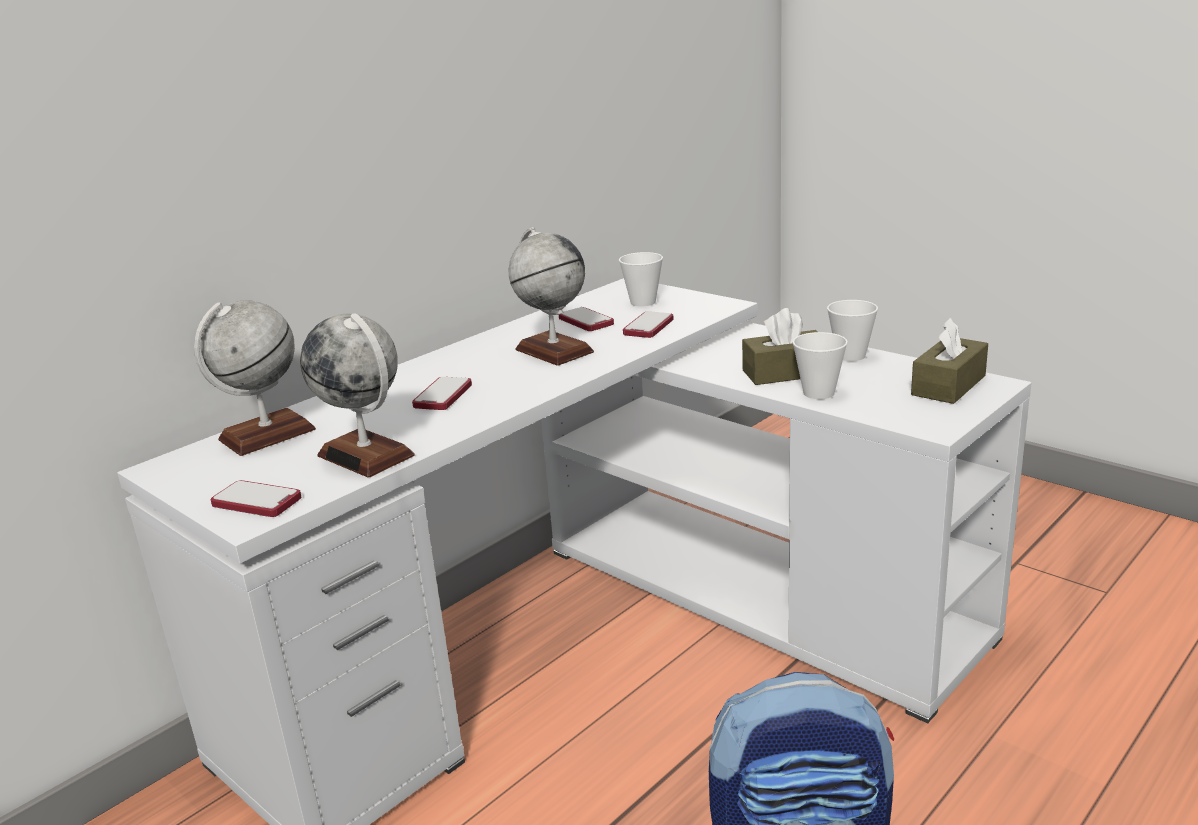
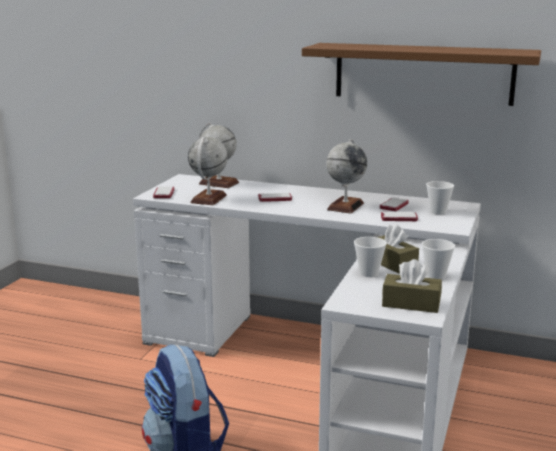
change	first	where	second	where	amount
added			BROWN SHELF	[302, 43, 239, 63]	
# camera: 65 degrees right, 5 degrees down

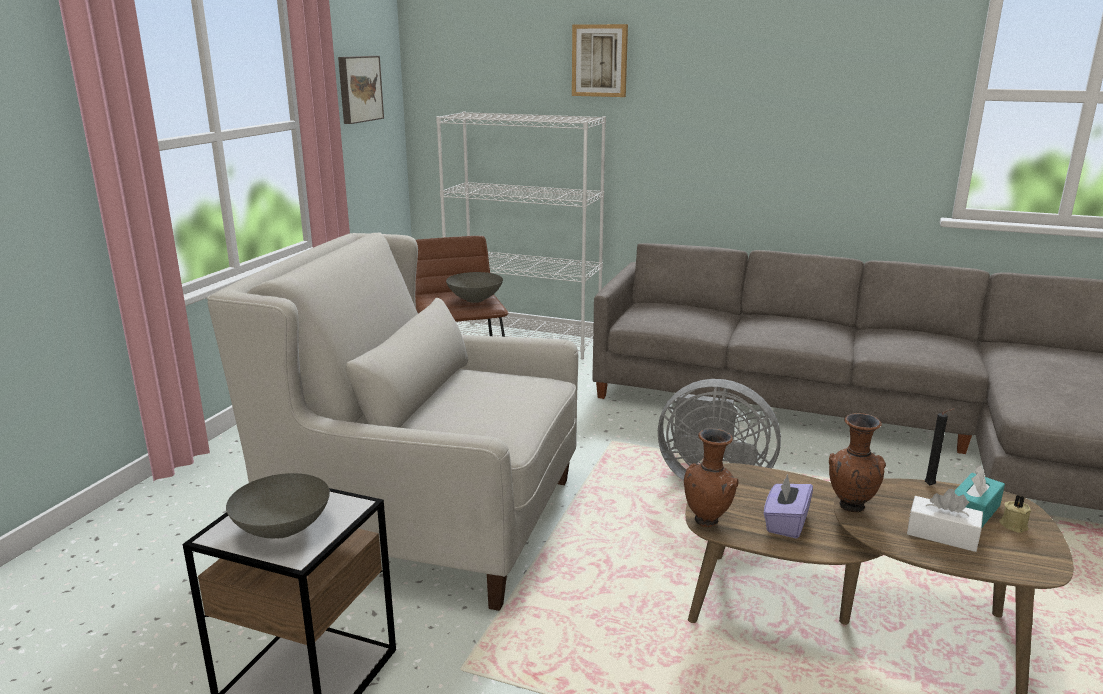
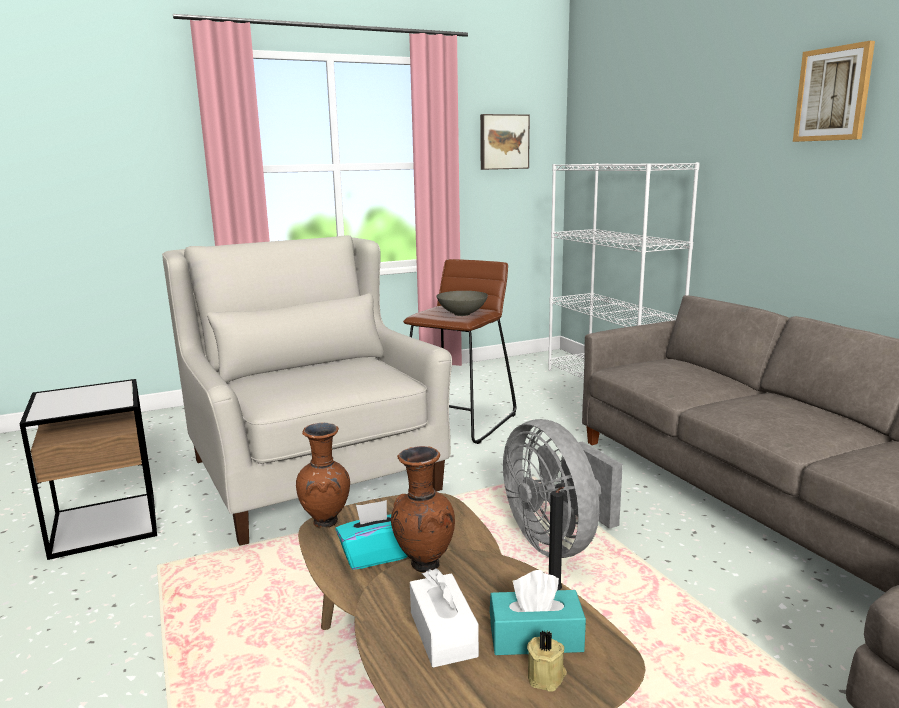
change	first	where	second	where	amount
recoloured	PURPLISH TISSUE HOLDER	[764, 474, 49, 65]	TURQUOISE-COLOURED TISSUE HOLDER	[335, 500, 72, 70]	
moved	WALL PICTURE	[572, 24, 56, 73]		[793, 41, 82, 101]	
removed	GREY SERVING BOWL	[226, 473, 104, 65]			
# camera: 45 degrees right, 5 degrees down

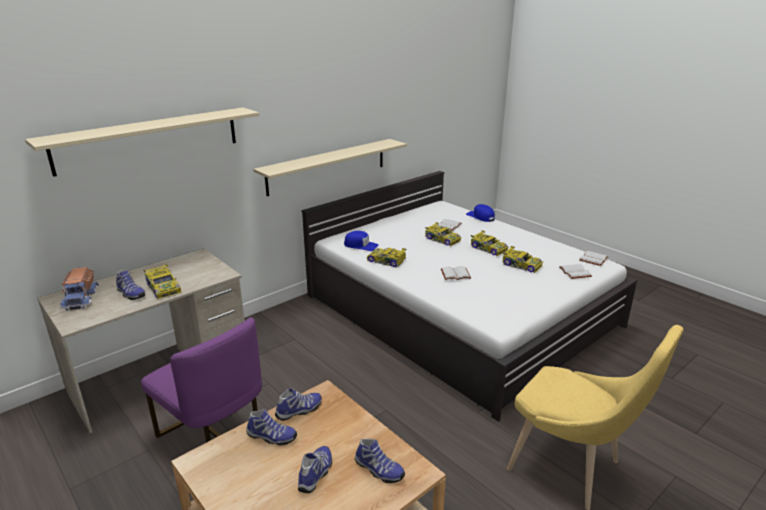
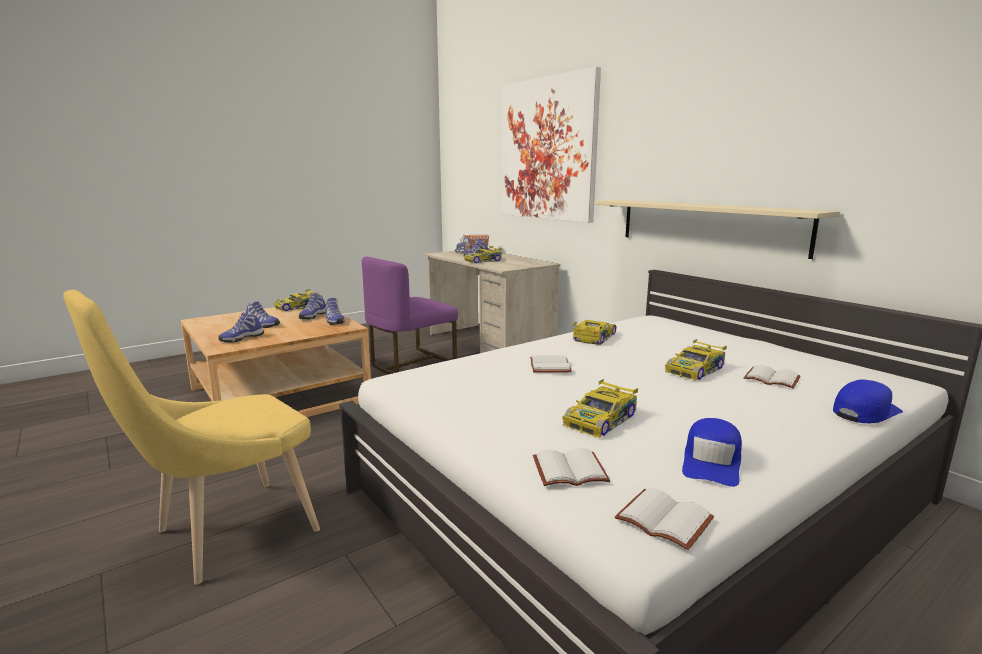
change	first	where	second	where	amount
moved	MINIATURE CAR	[471, 230, 37, 26]		[274, 289, 44, 22]	
replaced	BEIGE-COLOURED SHELF	[25, 107, 234, 70]	WALL PICTURE	[502, 67, 99, 156]	
moved	BLUISH CAP	[344, 231, 34, 20]		[682, 418, 60, 69]	
# camera: 95 degrees right, 10 degrees down

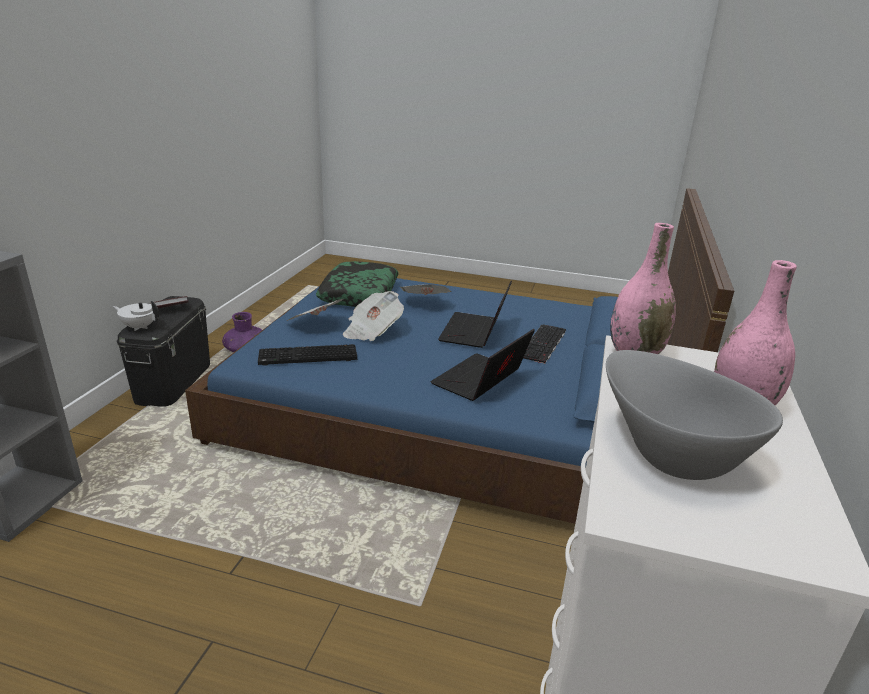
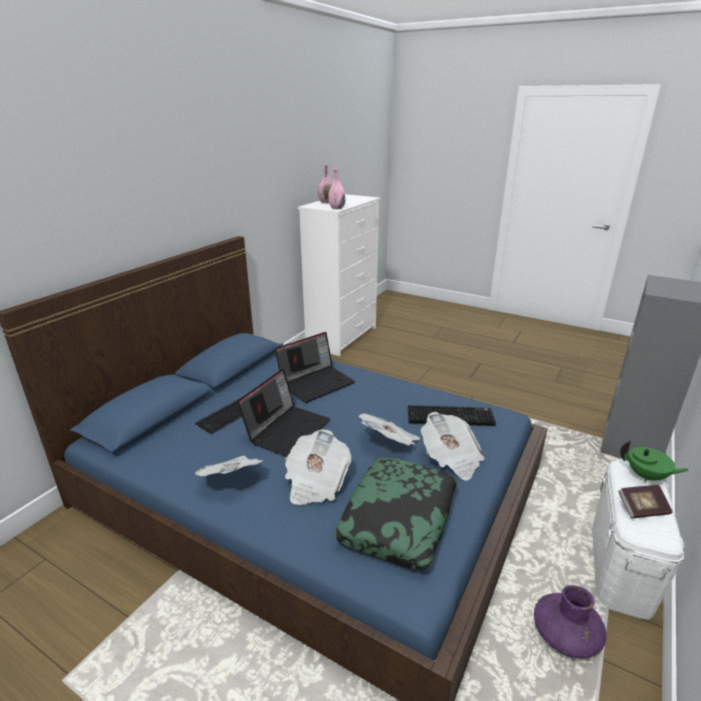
change	first	where	second	where	amount
added			DAILY PAPER	[195, 456, 69, 20]	
recoloured	BLACK-COLOURED STORAGE CONTAINER	[117, 296, 93, 110]	WHITE-COLOURED STORAGE CONTAINER	[592, 460, 93, 160]	
recoloured	WHITE-COLOURED TEA POT	[113, 301, 46, 30]	GREEN TEA POT	[620, 441, 69, 42]	
removed	GREY SERVING BOWL	[606, 350, 177, 130]			
# camera: 165 degrees left, 0 degrees up

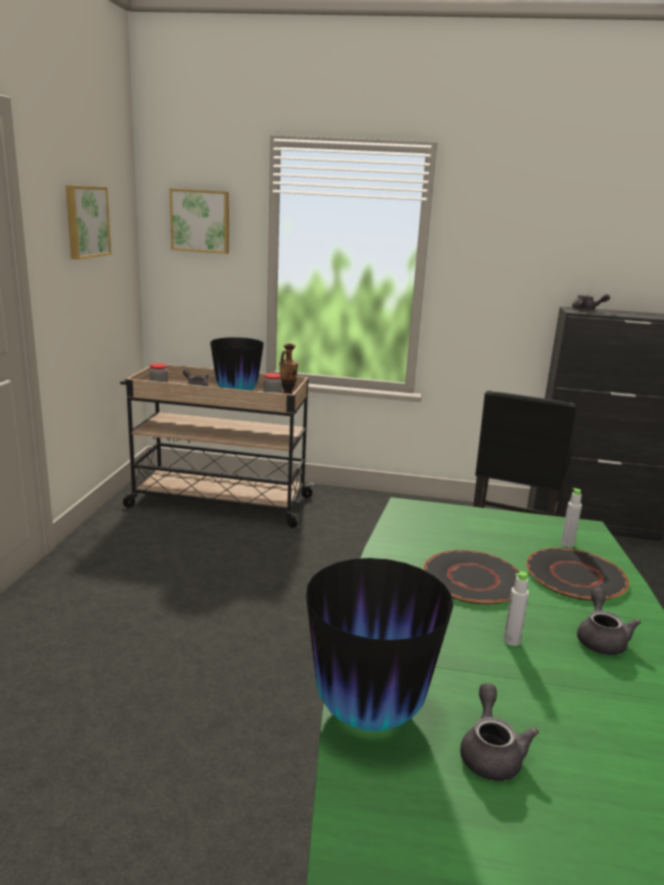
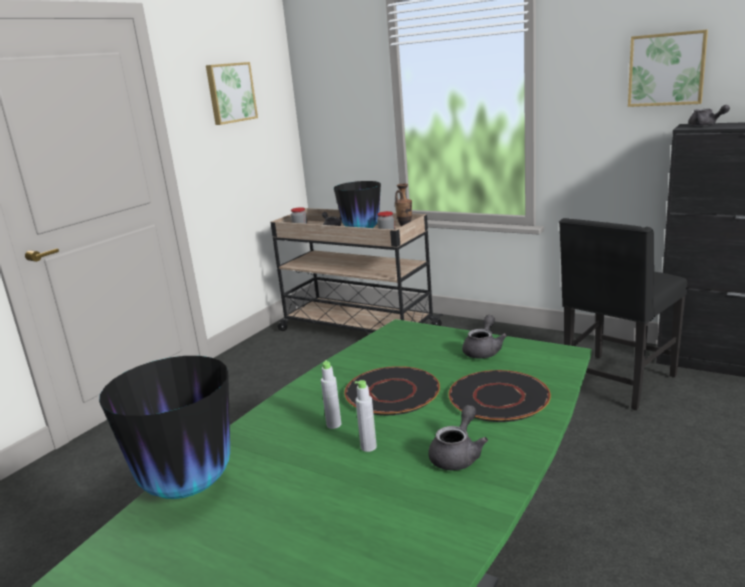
change	first	where	second	where	amount
moved	GREY BEVERAGE BOTTLE	[561, 488, 21, 59]		[321, 360, 20, 69]	
moved	GREY TEA POT	[460, 683, 79, 98]		[462, 315, 45, 44]	
moved	WALL PICTURE	[169, 188, 60, 66]		[628, 29, 80, 78]	
# camera: 25 degrees right, 0 degrees up

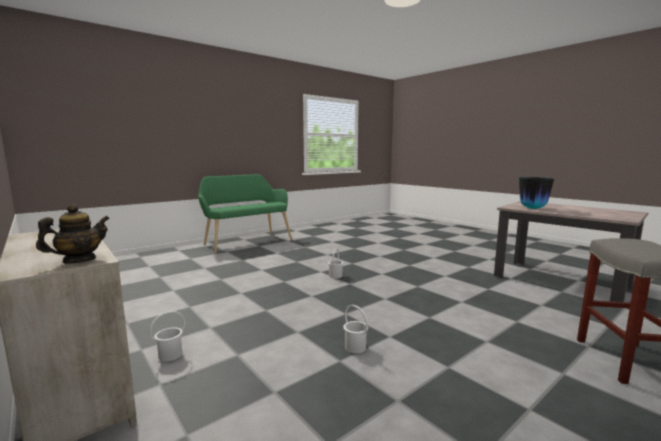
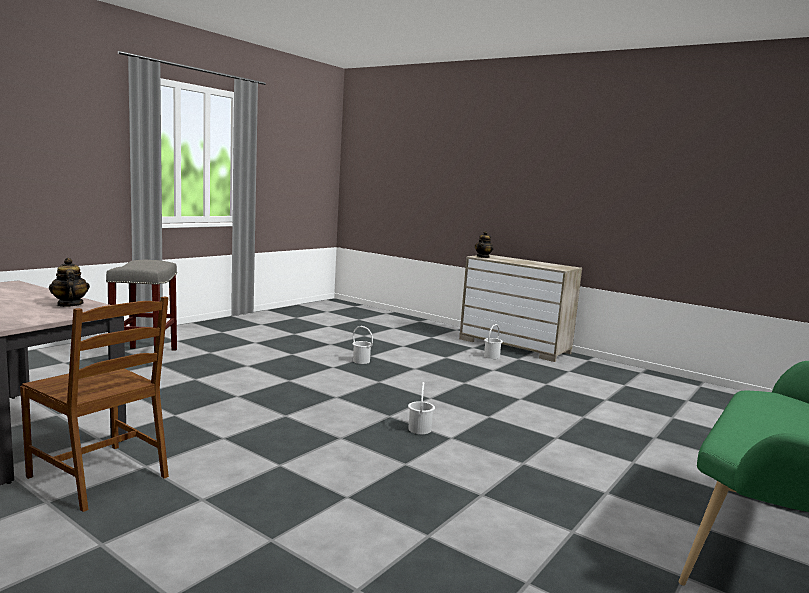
change	first	where	second	where	amount
added			BROWN PLAIN CHAIR	[20, 297, 149, 215]	
replaced	FLOWER VASE	[519, 177, 35, 32]	TEA POT	[49, 258, 41, 49]	
# camera: 165 degrees right, 0 degrees up

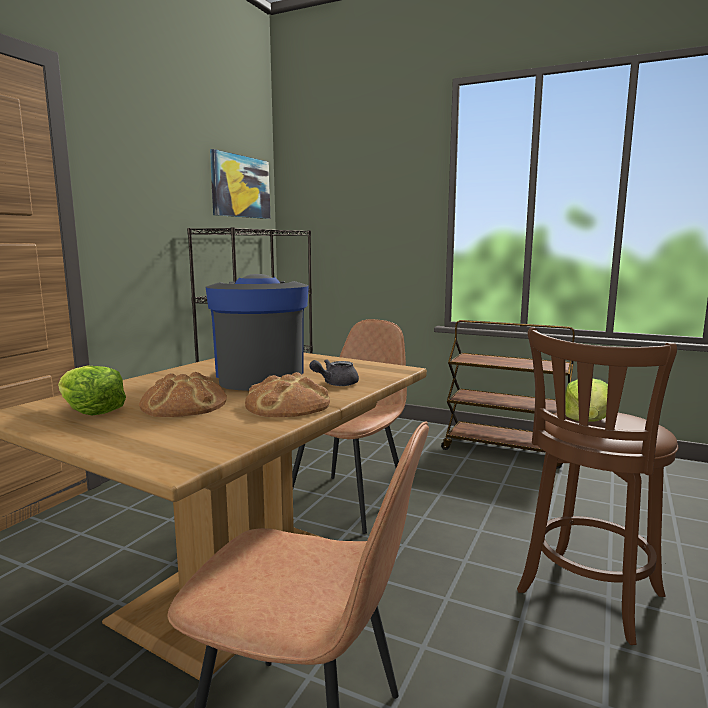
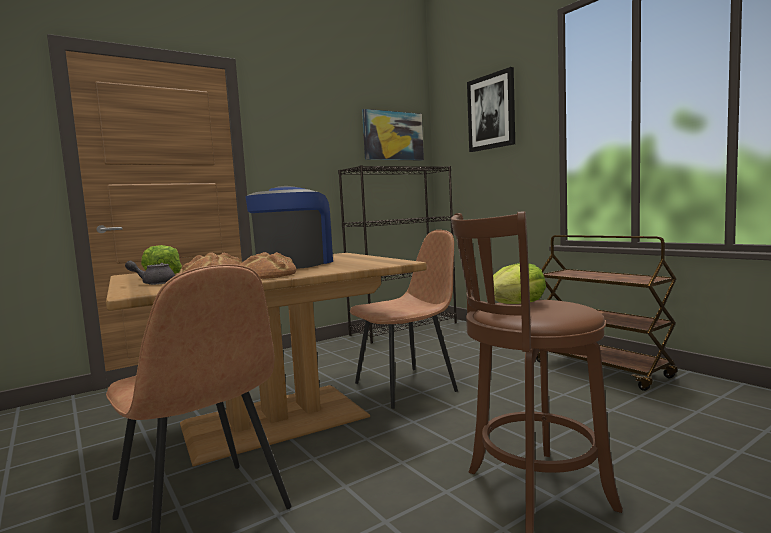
change	first	where	second	where	amount
moved	GREY TEA POT	[309, 359, 50, 27]		[125, 261, 50, 24]	
added			WALL PICTURE	[467, 67, 48, 85]	
# camera: 30 degrees right, 5 degrees down

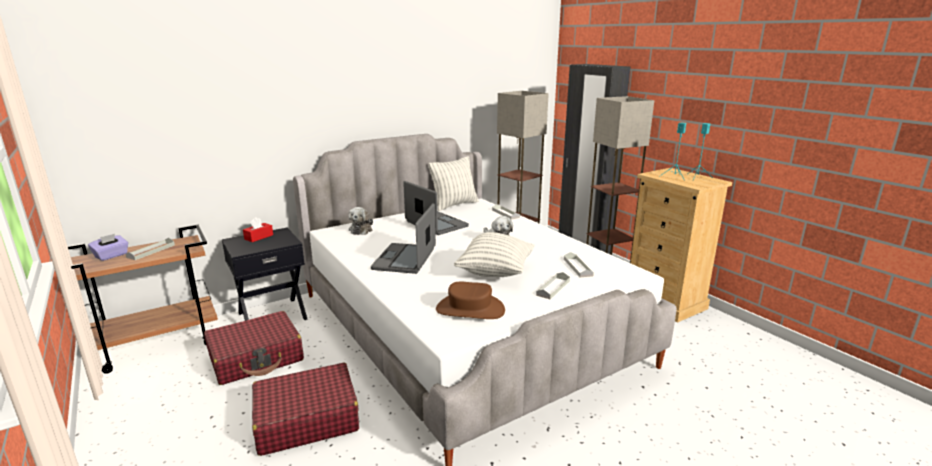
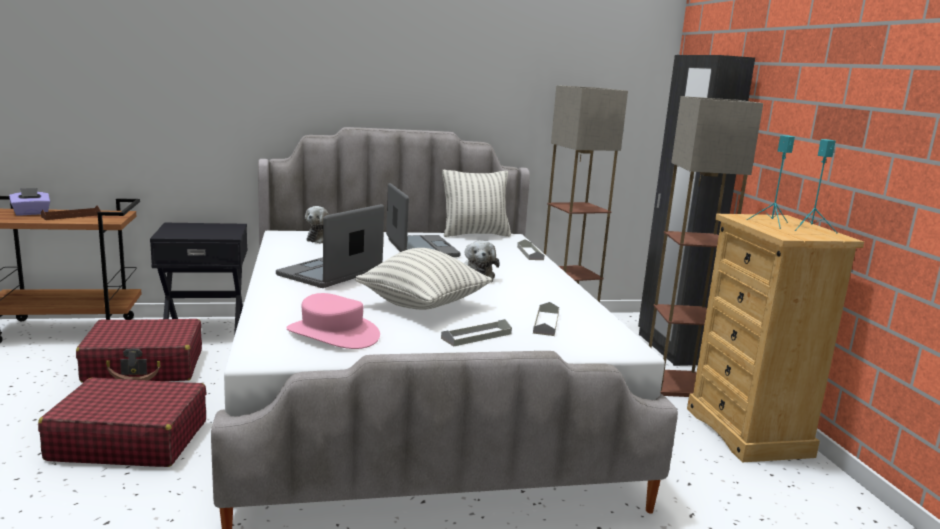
change	first	where	second	where	amount
recoloured	GREY TRAY	[125, 238, 50, 22]	BROWN TRAY	[41, 205, 60, 15]	
recoloured	BROWN HAT	[436, 282, 69, 37]	PINK HAT	[286, 293, 94, 56]	
removed	REDDISH TISSUE HOLDER	[243, 217, 30, 25]			
# camera: 20 degrees right, 5 degrees down

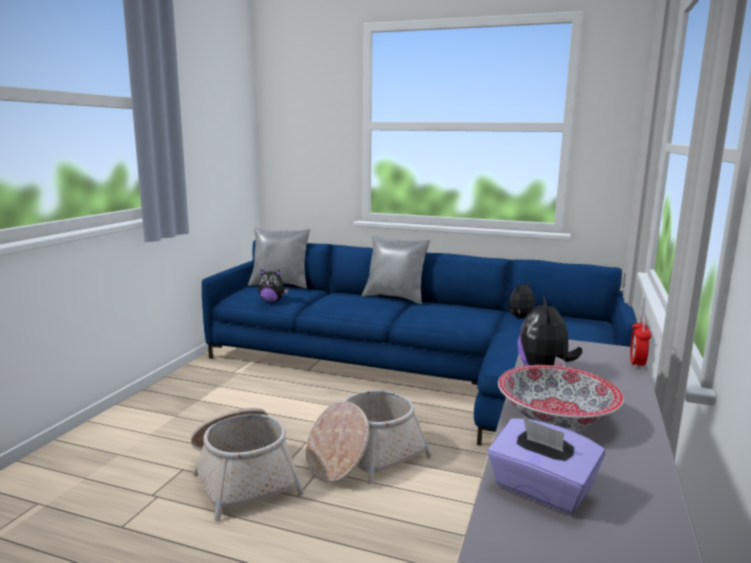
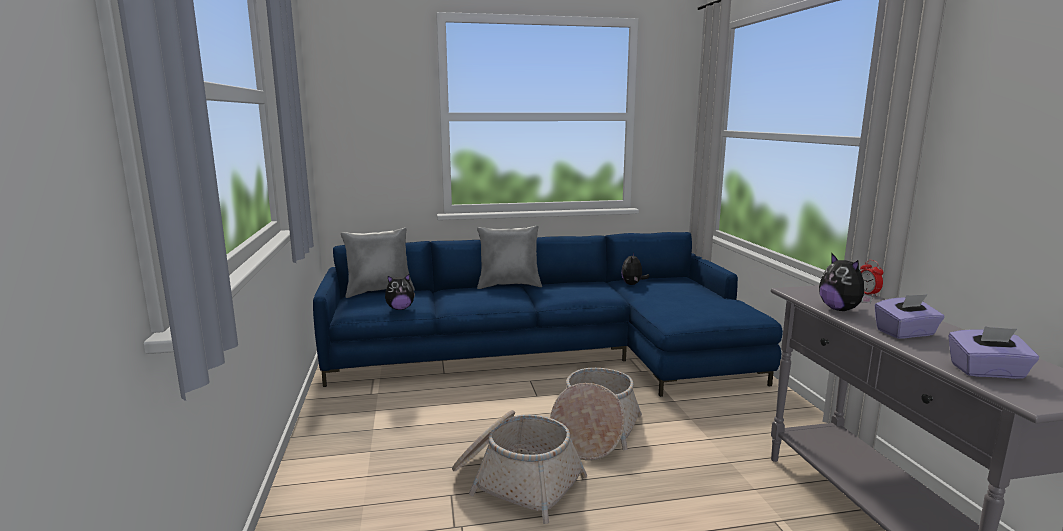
change	first	where	second	where	amount
replaced	SERVING BOWL	[498, 365, 126, 64]	PURPLISH TISSUE HOLDER	[875, 294, 70, 45]	
# camera: 30 degrees left, 0 degrees up

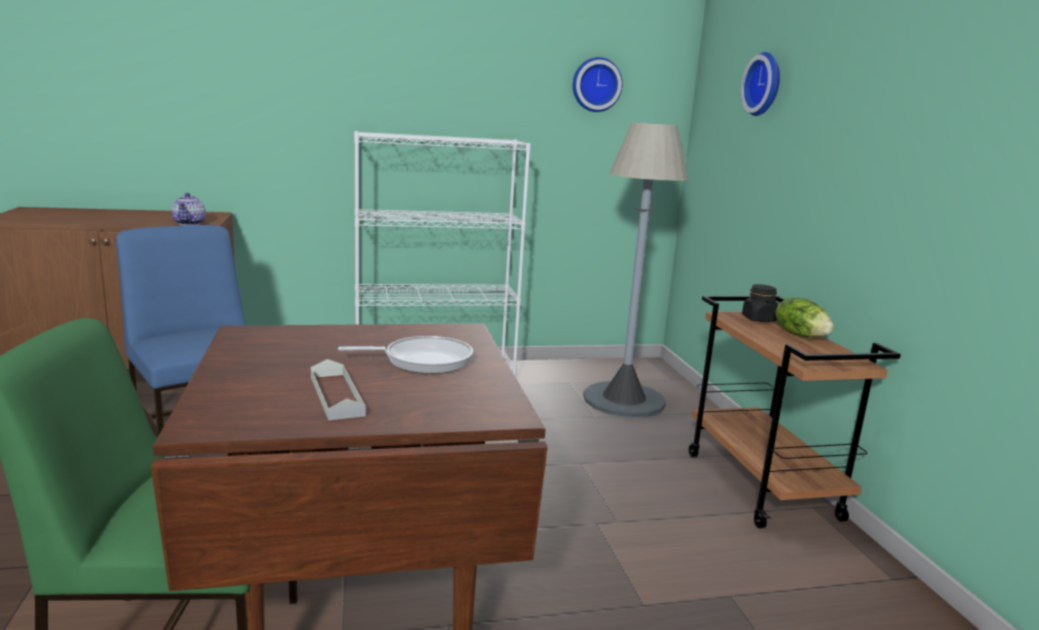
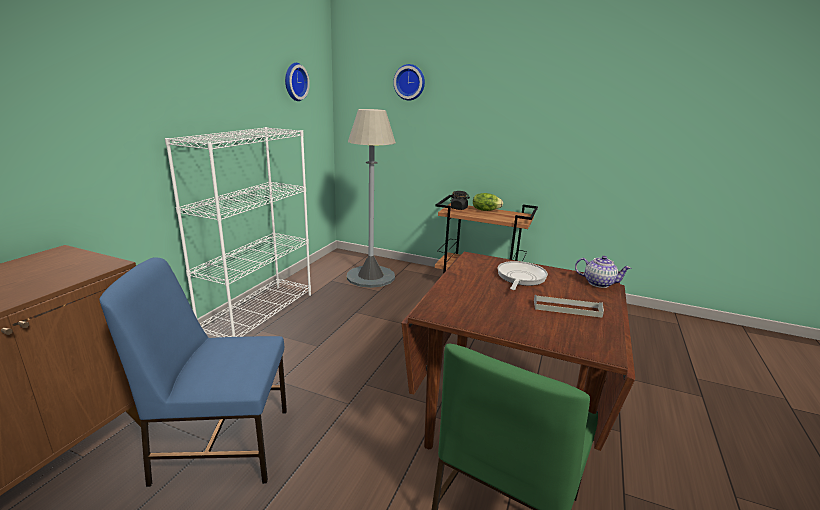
change	first	where	second	where	amount
moved	TEA POT	[171, 193, 35, 32]		[575, 256, 57, 32]	
# camera: 55 degrees left, 5 degrees up

